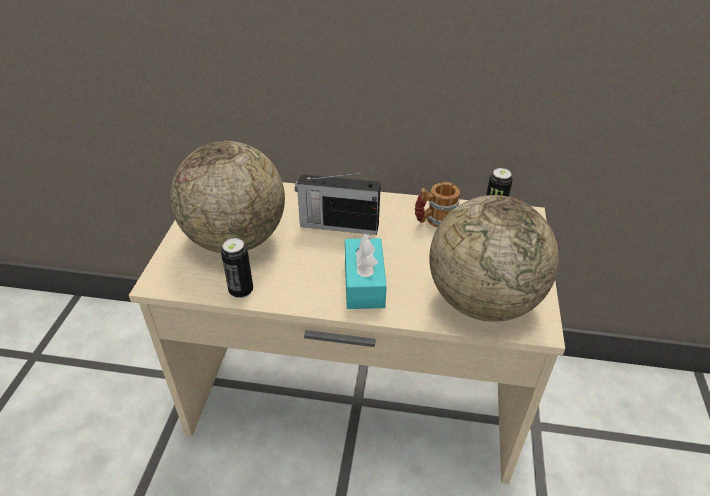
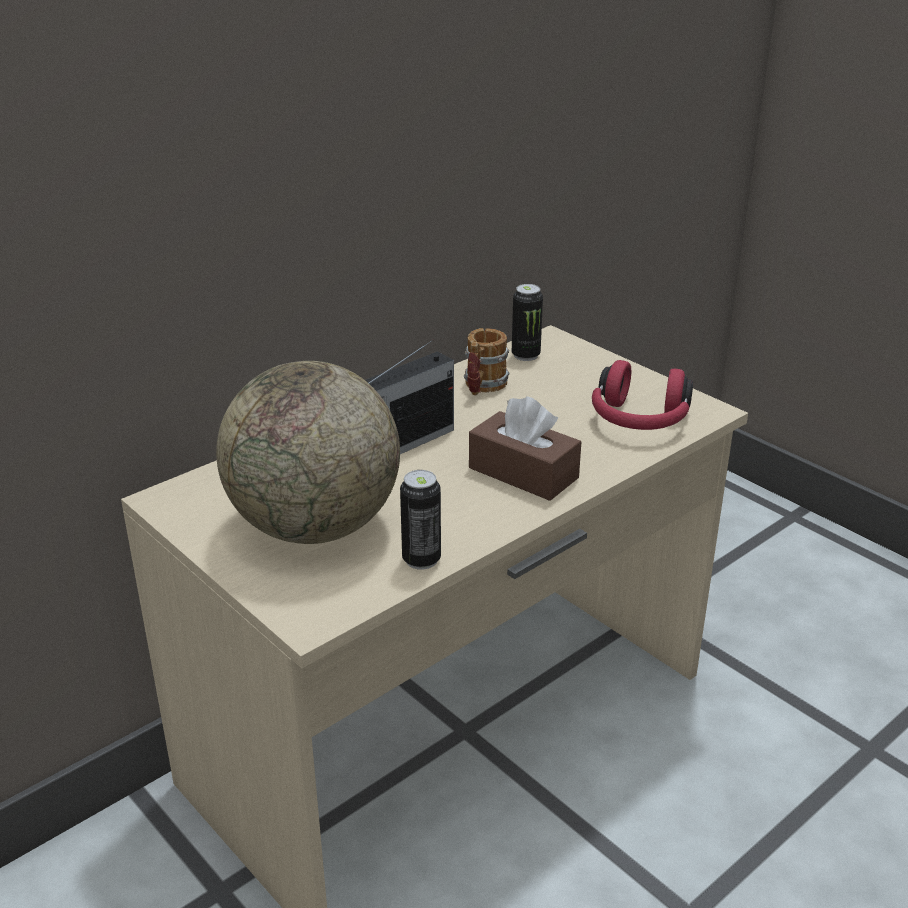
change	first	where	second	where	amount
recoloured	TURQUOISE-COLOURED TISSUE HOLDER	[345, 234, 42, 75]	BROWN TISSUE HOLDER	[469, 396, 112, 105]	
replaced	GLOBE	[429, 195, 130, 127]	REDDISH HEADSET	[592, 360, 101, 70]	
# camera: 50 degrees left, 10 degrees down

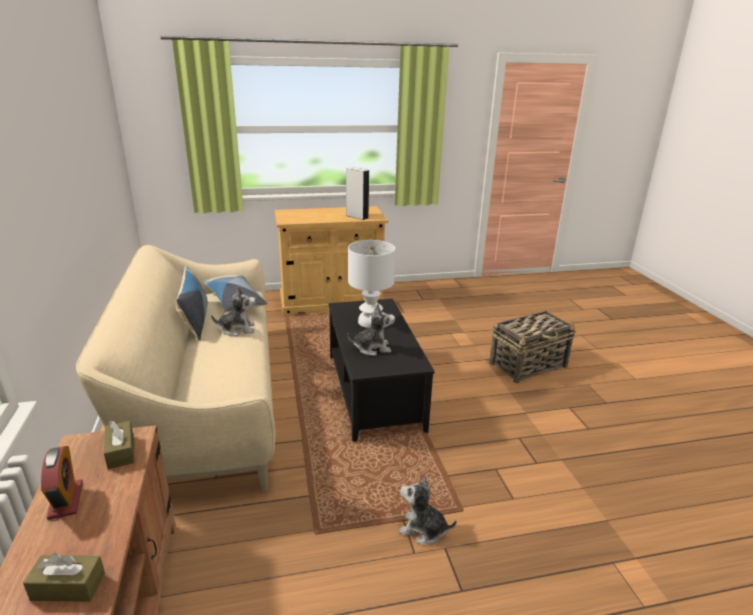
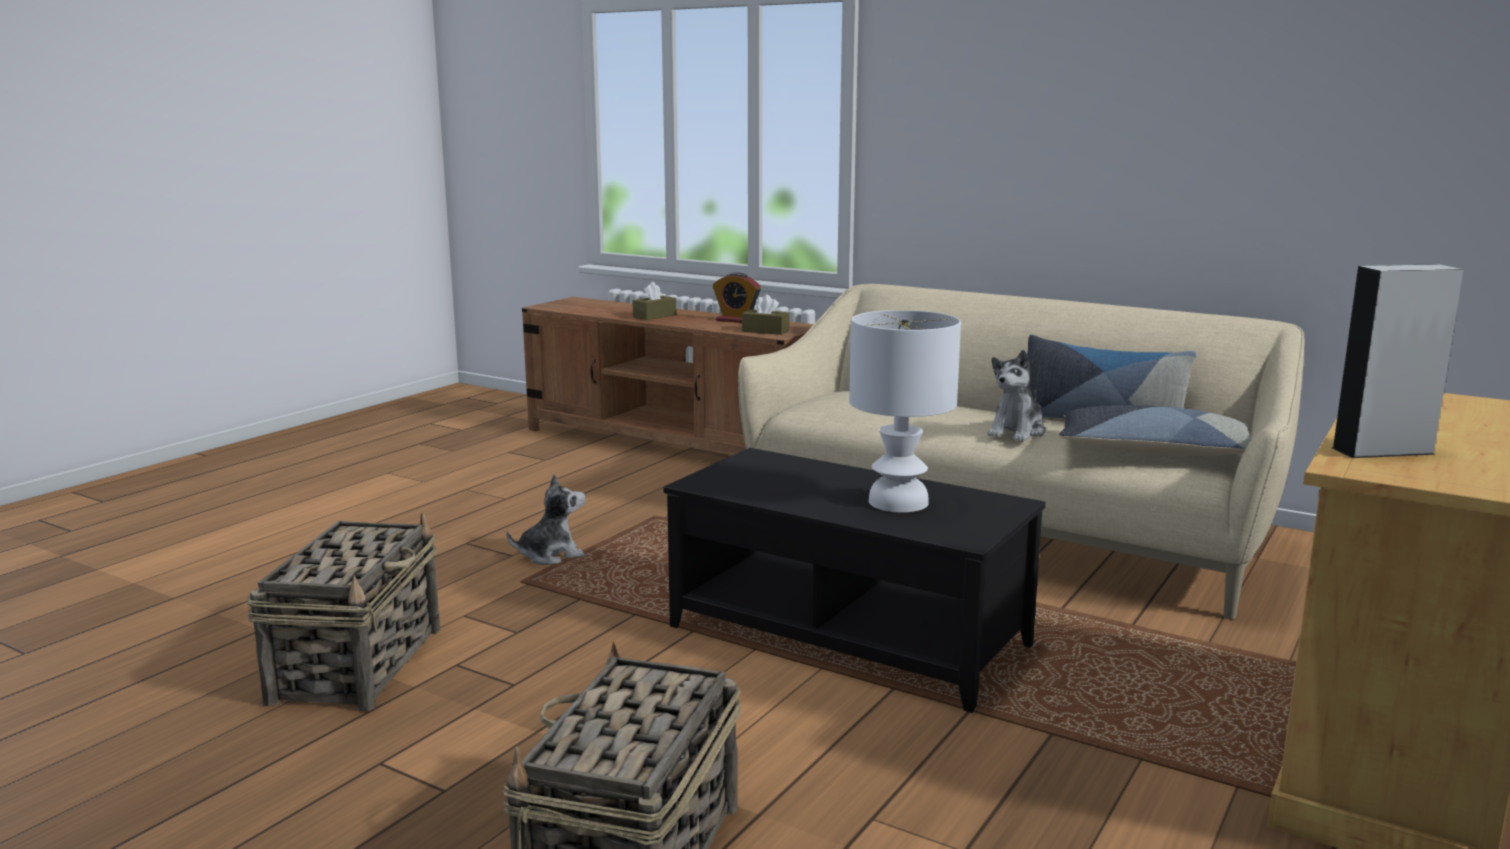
change	first	where	second	where	amount
added			STORAGE BASKET	[246, 512, 194, 199]	
removed	PLUSH TOY	[348, 304, 47, 52]			
# camera: 135 degrees right, 10 degrees down

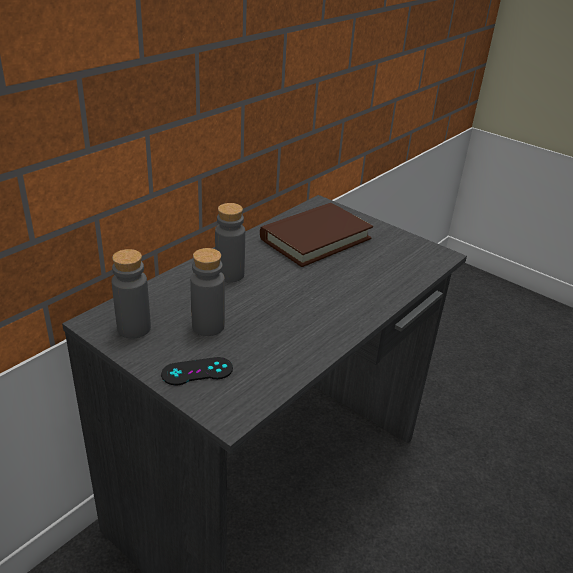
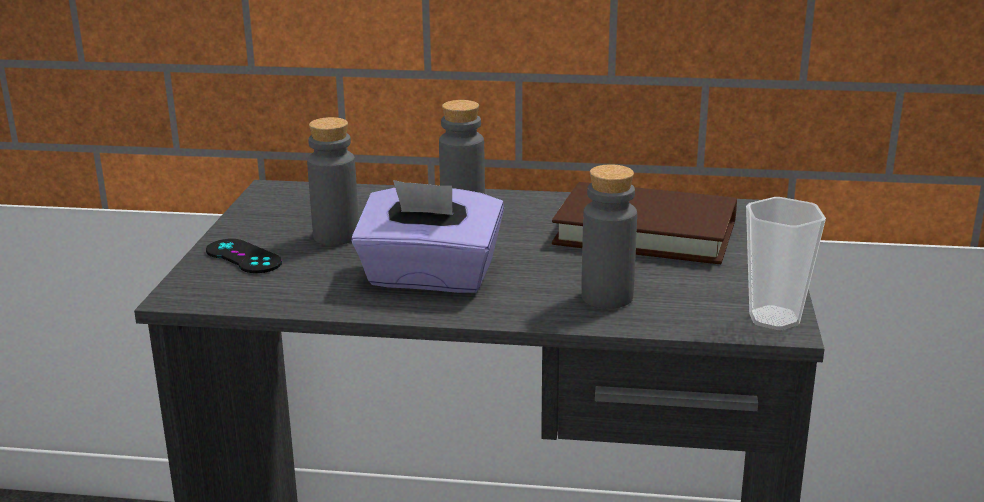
change	first	where	second	where	amount
added			PURPLISH TISSUE HOLDER	[351, 180, 153, 113]	
moved	GREY BEVERAGE BOTTLE	[112, 249, 39, 90]		[581, 164, 56, 145]	
added			CUP	[746, 197, 80, 133]	
# camera: 60 degrees right, 10 degrees down

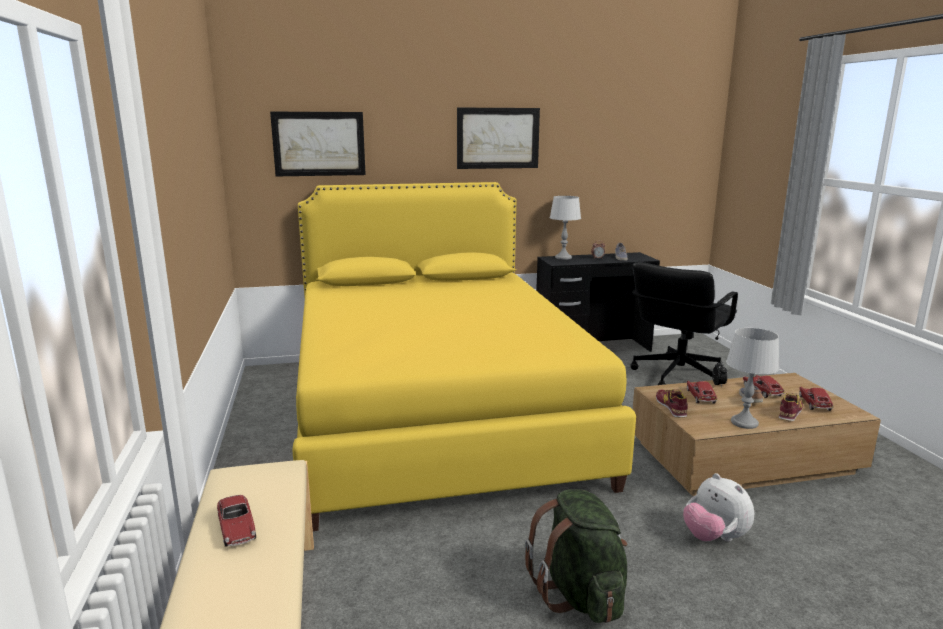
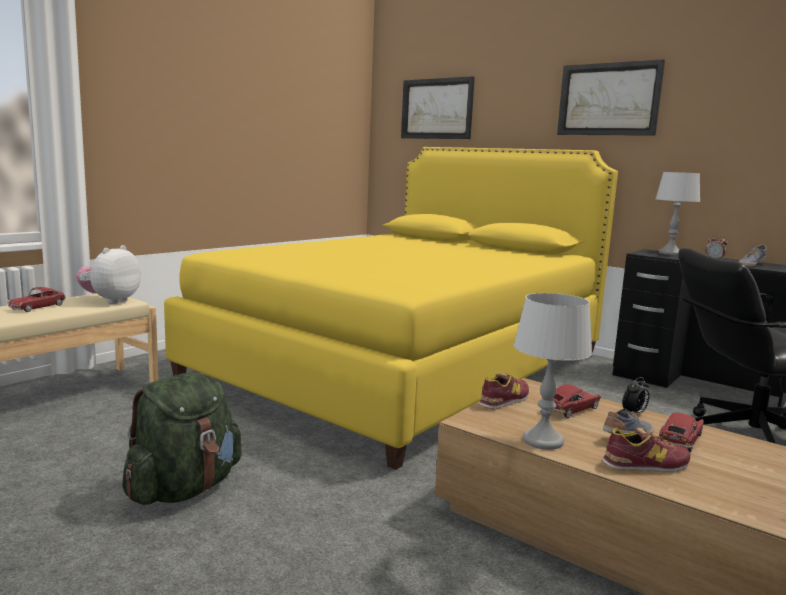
change	first	where	second	where	amount
moved	PLUSH TOY	[683, 473, 71, 69]		[76, 245, 65, 59]	
removed	MINIATURE CAR	[799, 387, 34, 24]			
# camera: 50 degrees right, 5 degrees down

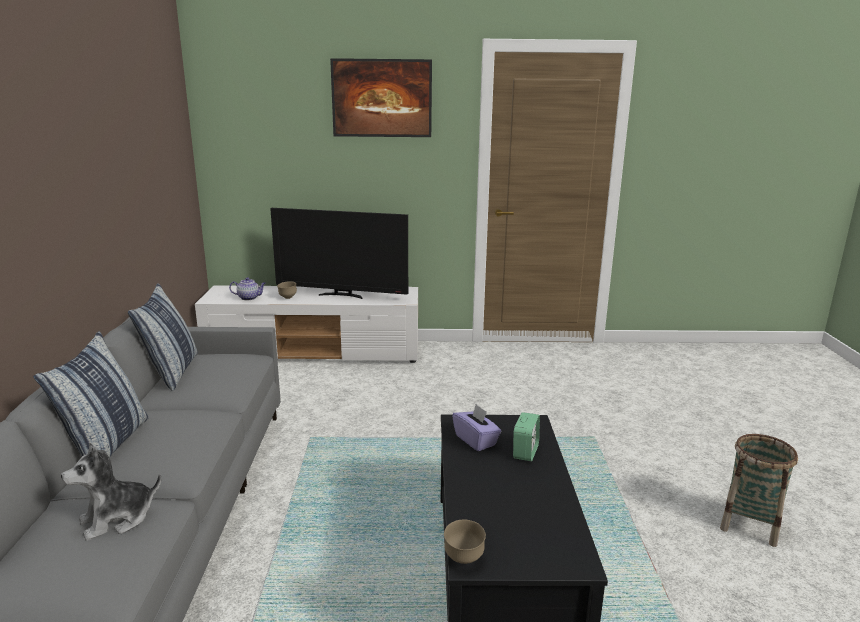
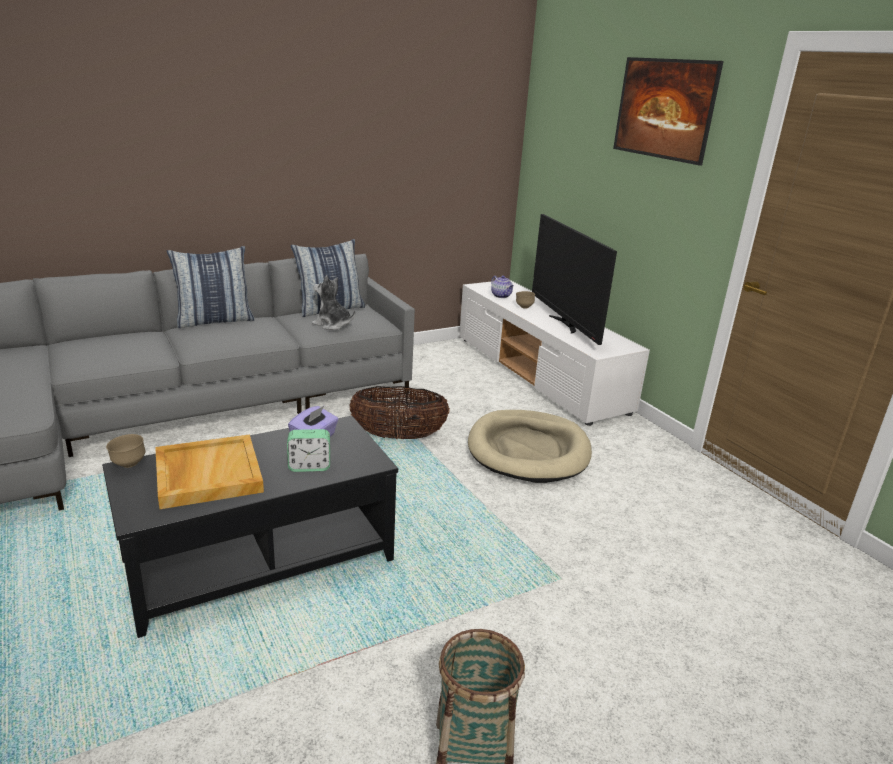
change	first	where	second	where	amount
added			BEIGE-COLOURED TRAY	[155, 434, 109, 75]	
moved	PLUSH TOY	[61, 443, 100, 98]		[312, 275, 43, 55]	
added			STORAGE BASKET	[350, 386, 100, 54]	
added			BEIGE-COLOURED DOG CUSHION	[468, 410, 124, 73]	
# camera: 60 degrees right, 5 degrees up

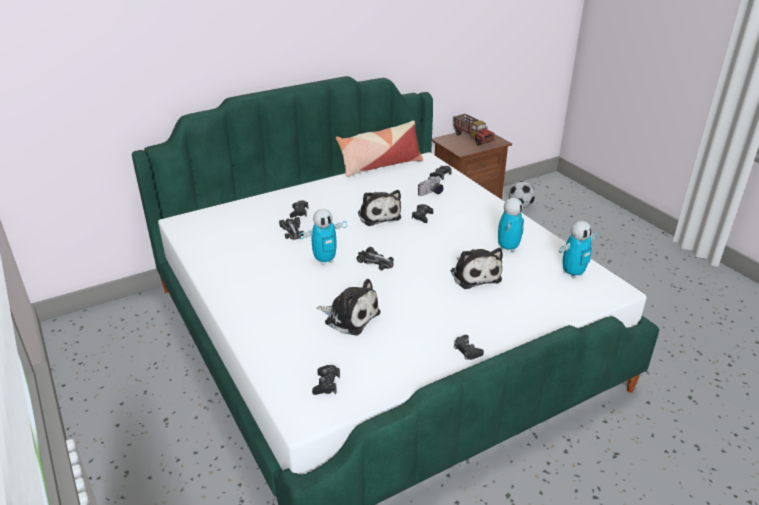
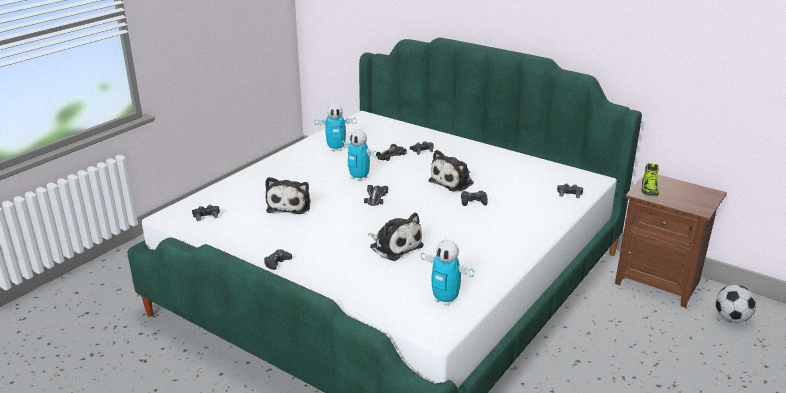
change	first	where	second	where	amount
moved	MODEL ROBOT	[498, 198, 26, 54]		[314, 103, 43, 48]	
turned	PLUSH TOY	[451, 248, 52, 41]		[368, 213, 56, 48]	90 degrees counterclockwise
added			ITEM OF FOOTWEAR	[641, 163, 18, 34]	
removed	PILLOW	[336, 120, 87, 57]			
removed	STILL CAMERA	[418, 176, 26, 20]			
removed	TOY TRUCK	[453, 114, 42, 32]			
# camera: 65 degrees right, 5 degrees down

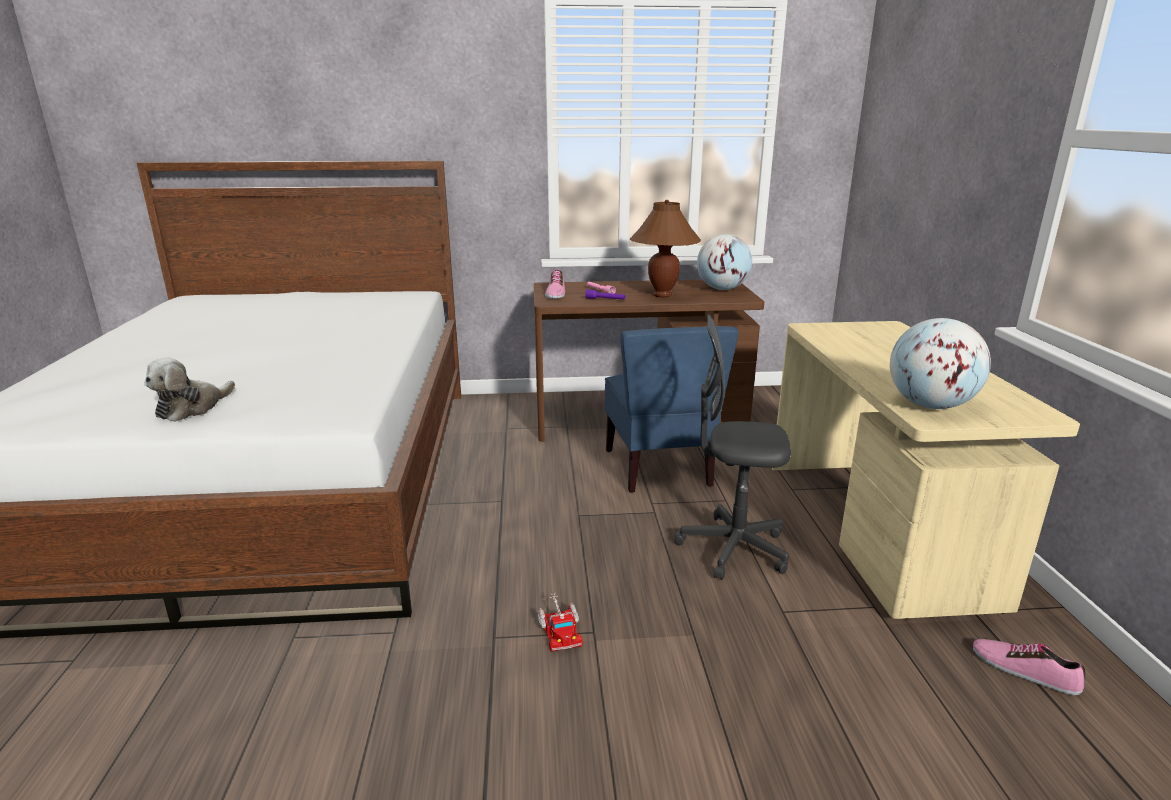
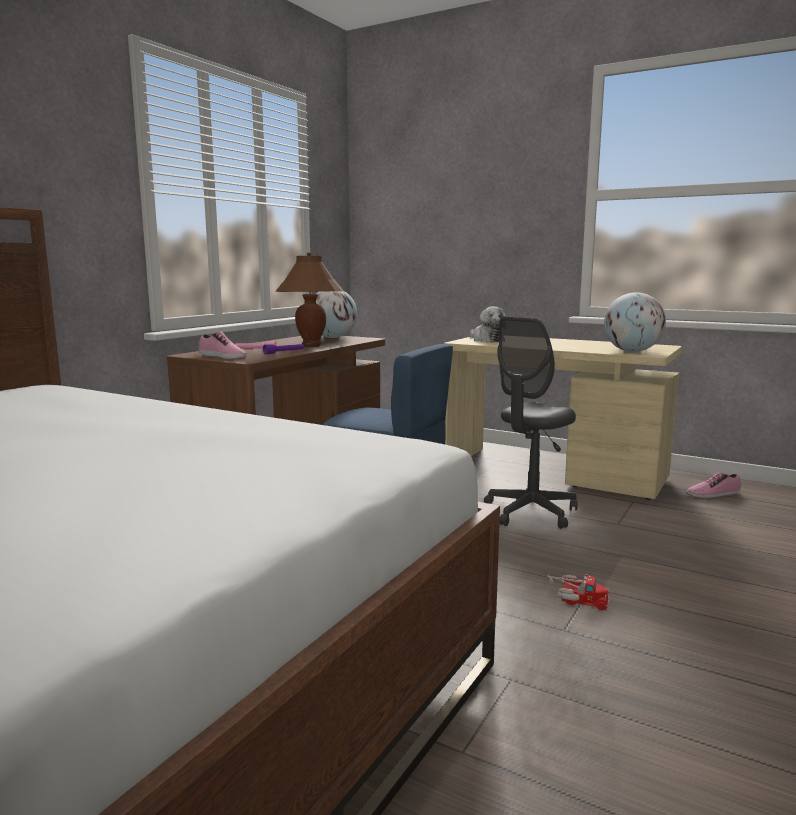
change	first	where	second	where	amount
moved	PLUSH TOY	[144, 357, 91, 65]		[470, 307, 36, 35]	
# camera: 55 degrees left, 10 degrees down

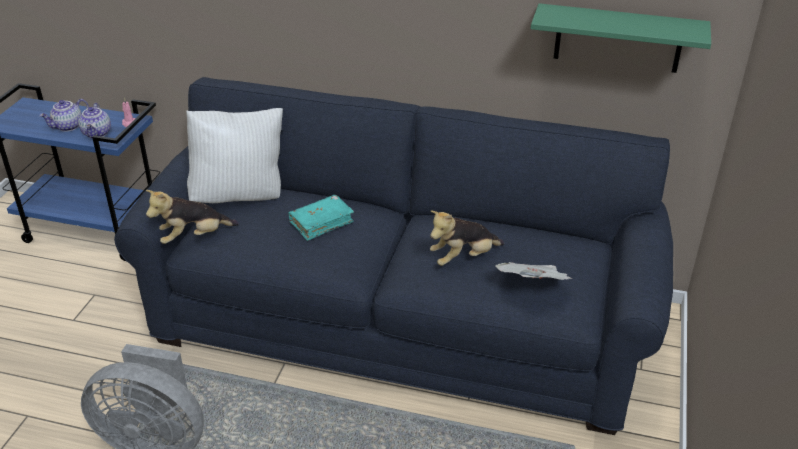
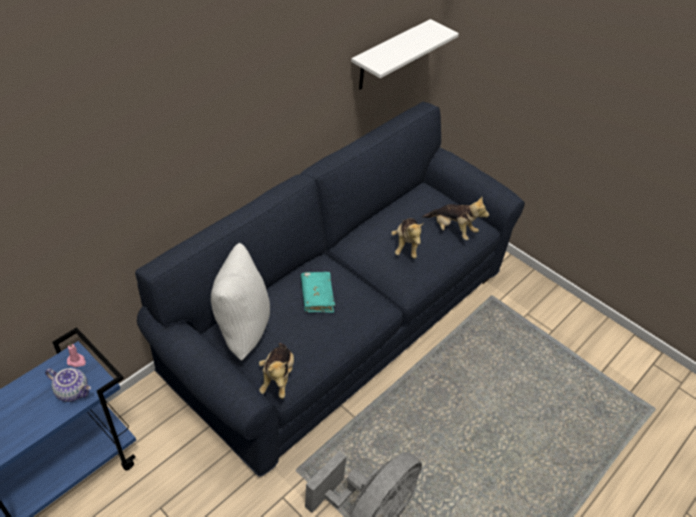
change	first	where	second	where	amount
recoloured	GREEN SHELF	[531, 3, 180, 70]	WHITE-COLOURED SHELF	[351, 19, 108, 71]	
replaced	DAILY PAPER	[495, 262, 77, 18]	PLUSH TOY	[422, 197, 67, 43]	
removed	TEA POT	[39, 99, 50, 33]			
# camera: 65 degrees left, 10 degrees up

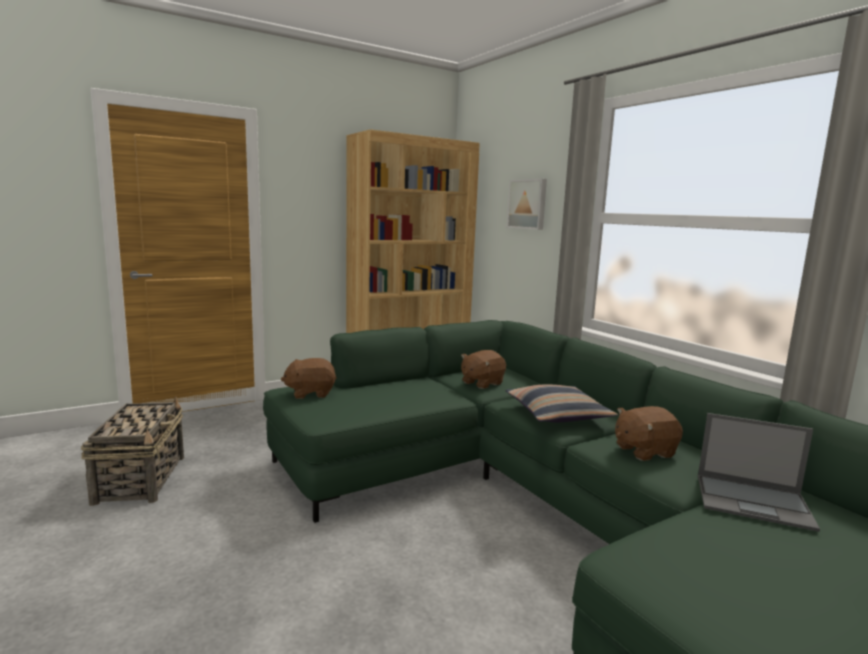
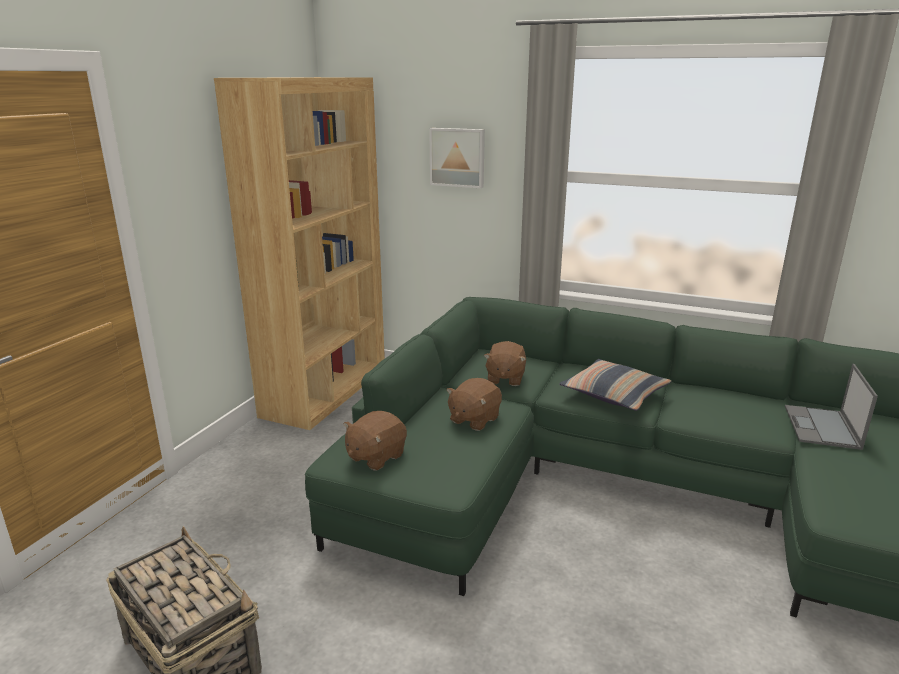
change	first	where	second	where	amount
moved	BROWN PLUSH TOY	[615, 406, 68, 55]		[446, 378, 56, 53]	
turned	PORTABLE COMPUTER	[698, 413, 122, 119]		[785, 364, 93, 86]	120 degrees clockwise
# camera: 35 degrees left, 10 degrees up

